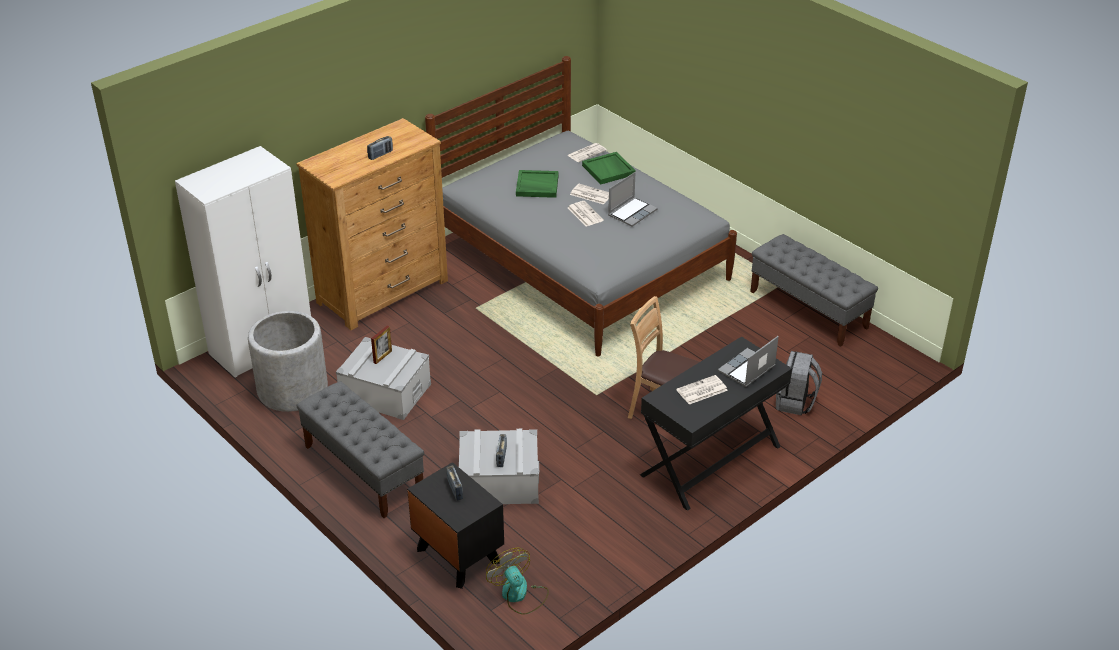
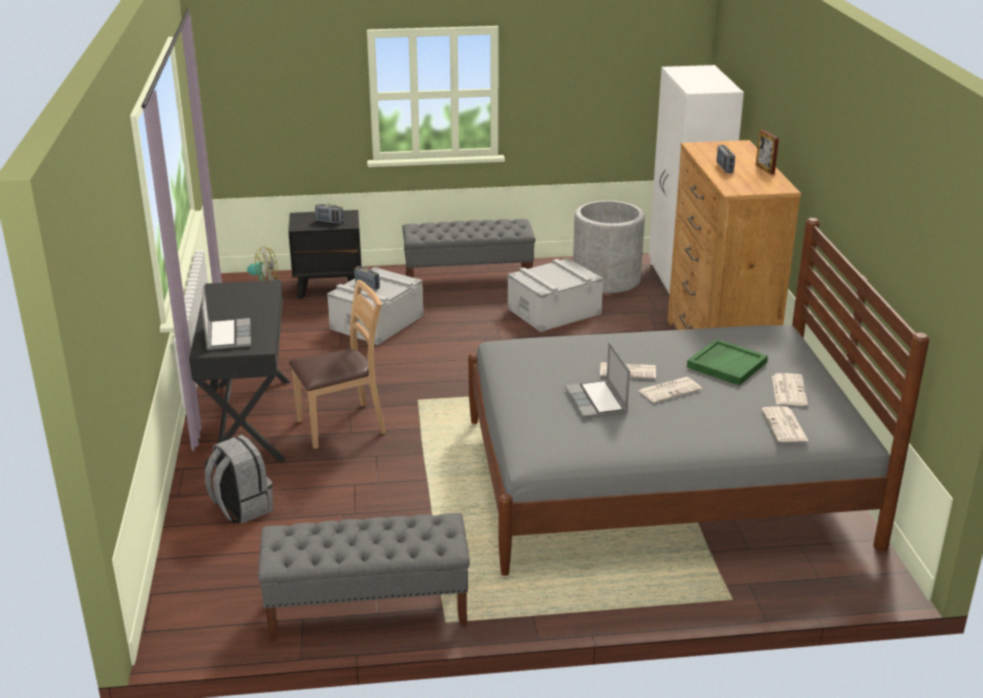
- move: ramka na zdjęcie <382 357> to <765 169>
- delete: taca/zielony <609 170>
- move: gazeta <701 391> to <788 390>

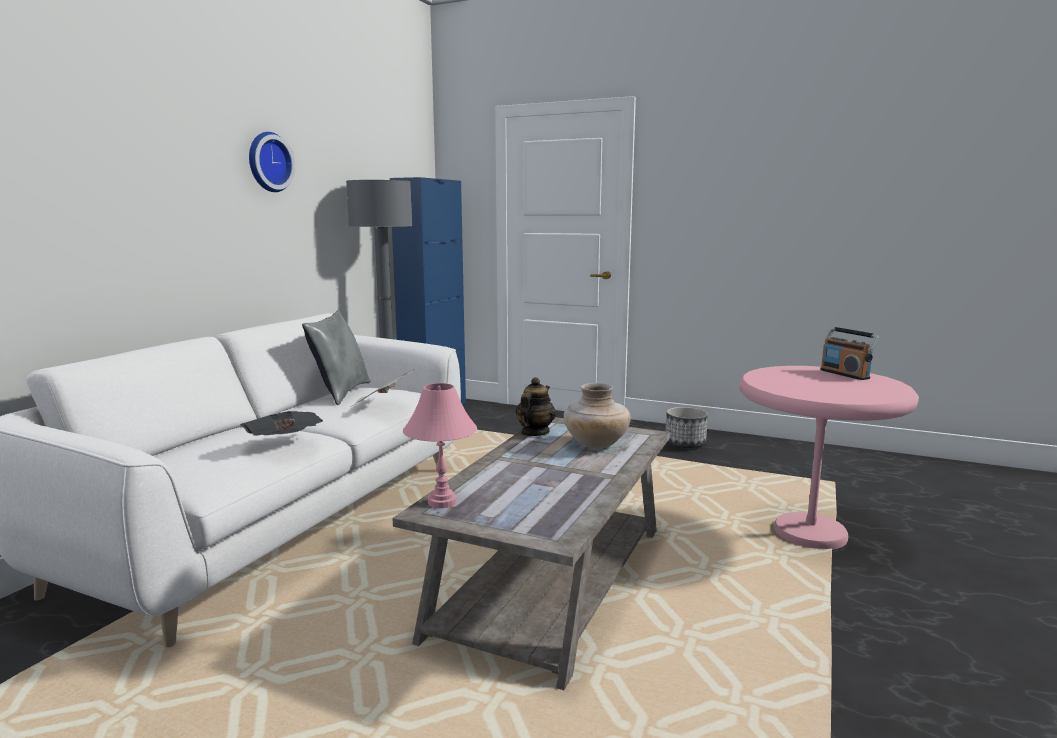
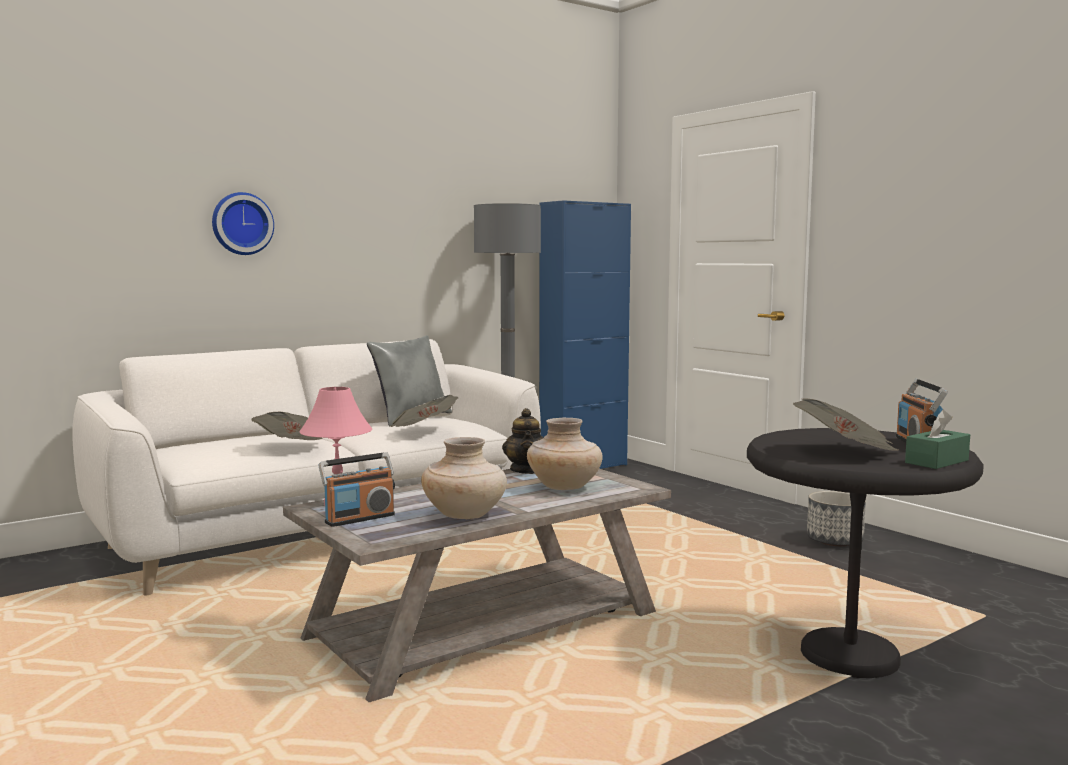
- move: zegar ścienny <268 162> to <241 224>
- rotate: imbryk <534 432> = <526 470> 120 degrees clockwise
- recolor: stolik/różowy <810 533> to stolik/czarny <849 656>
- insert: radio <359 518>
- insert: wazon/beżowy <465 515>
- insert: gazeta <846 453>
- insert: pudełko chusteczek/zielony <936 461>

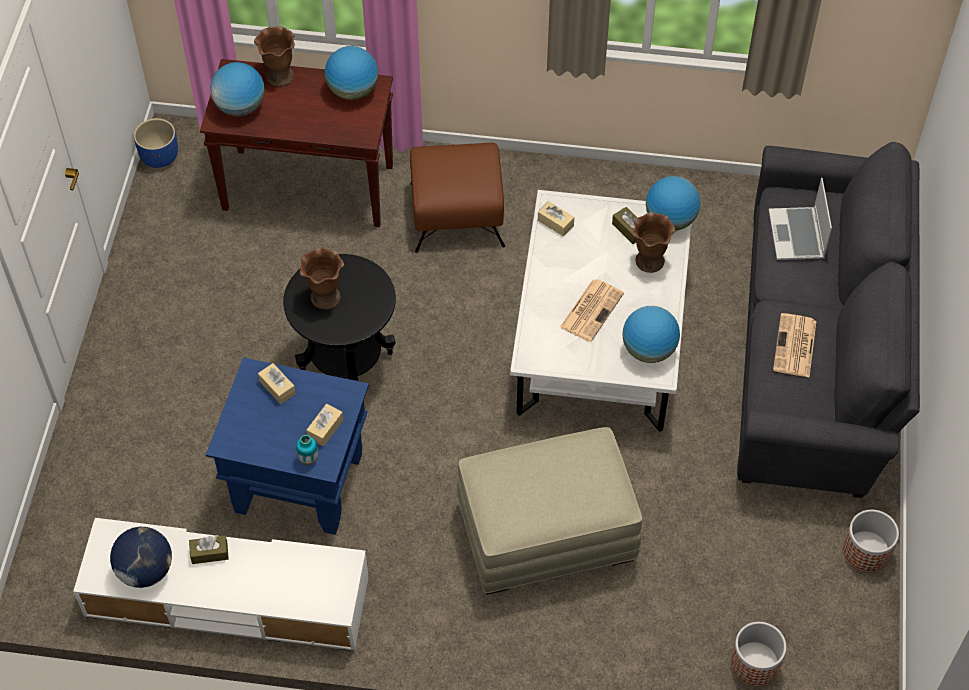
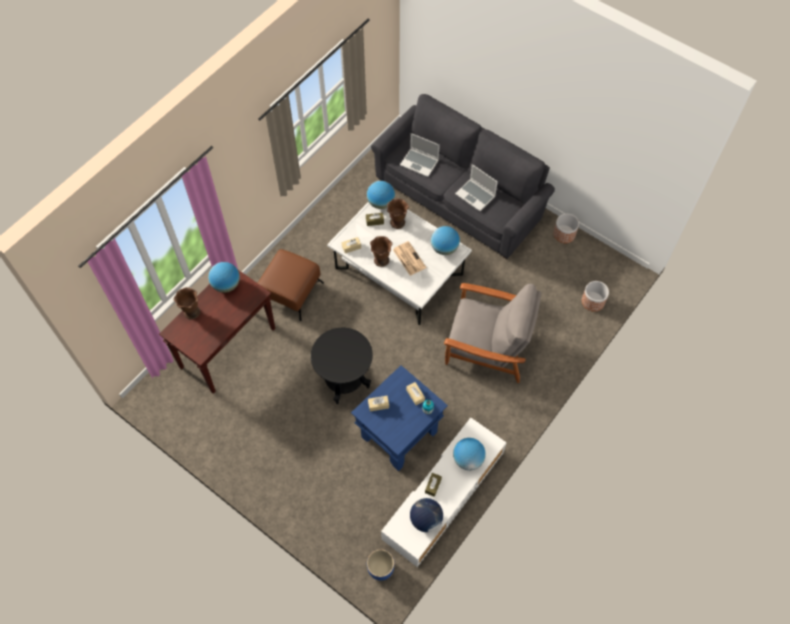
- move: donica/niebieski <159 157> to <380 568>
- move: globus <240 107> to <468 459>
- move: wazon/brązowy <325 297> to <381 260>
- replace: pufa/beżowy <546 534> to fotel/szary <487 345>
- replace: gazeta <795 347> to laptop <476 195>

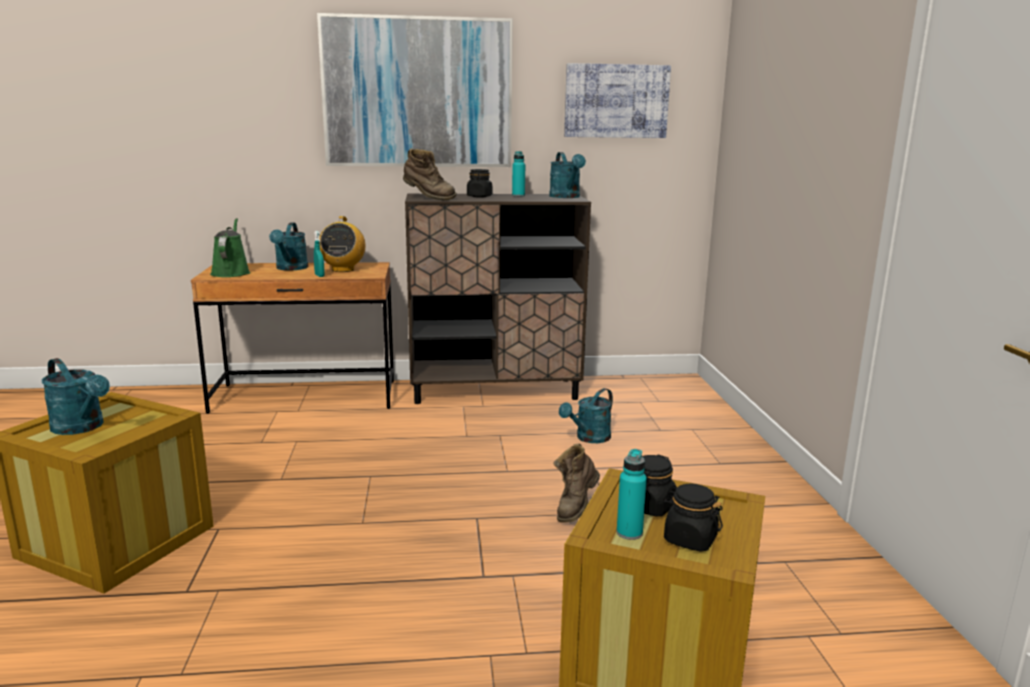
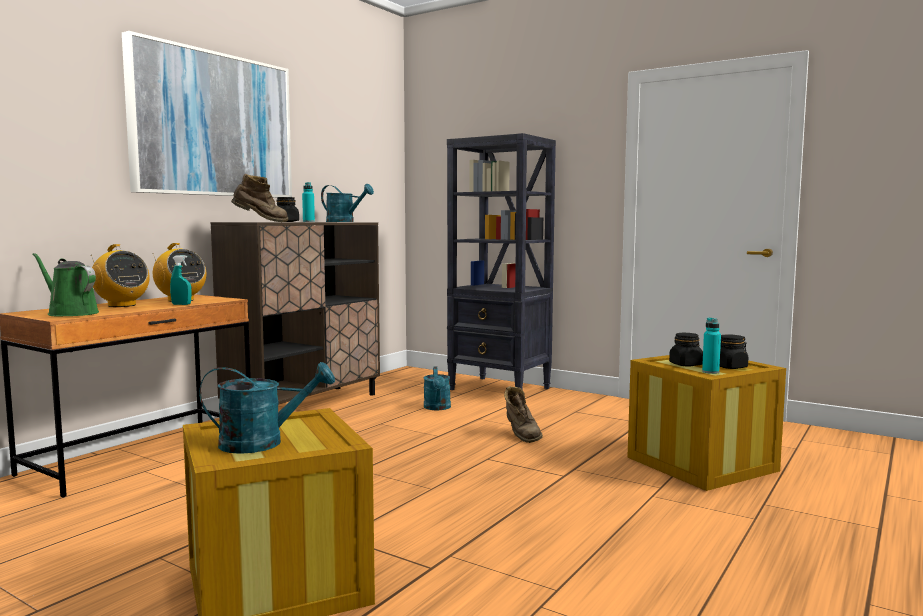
- replace: konewka/turkusowy <290 268> to radio <121 305>
- delete: obraz <616 101>
- insert: regał/czarny <500 389>

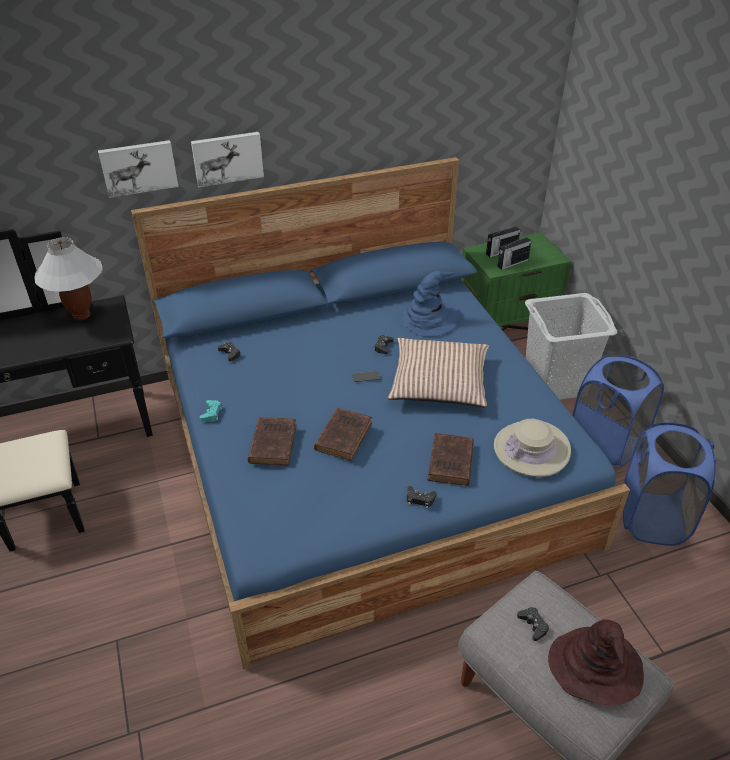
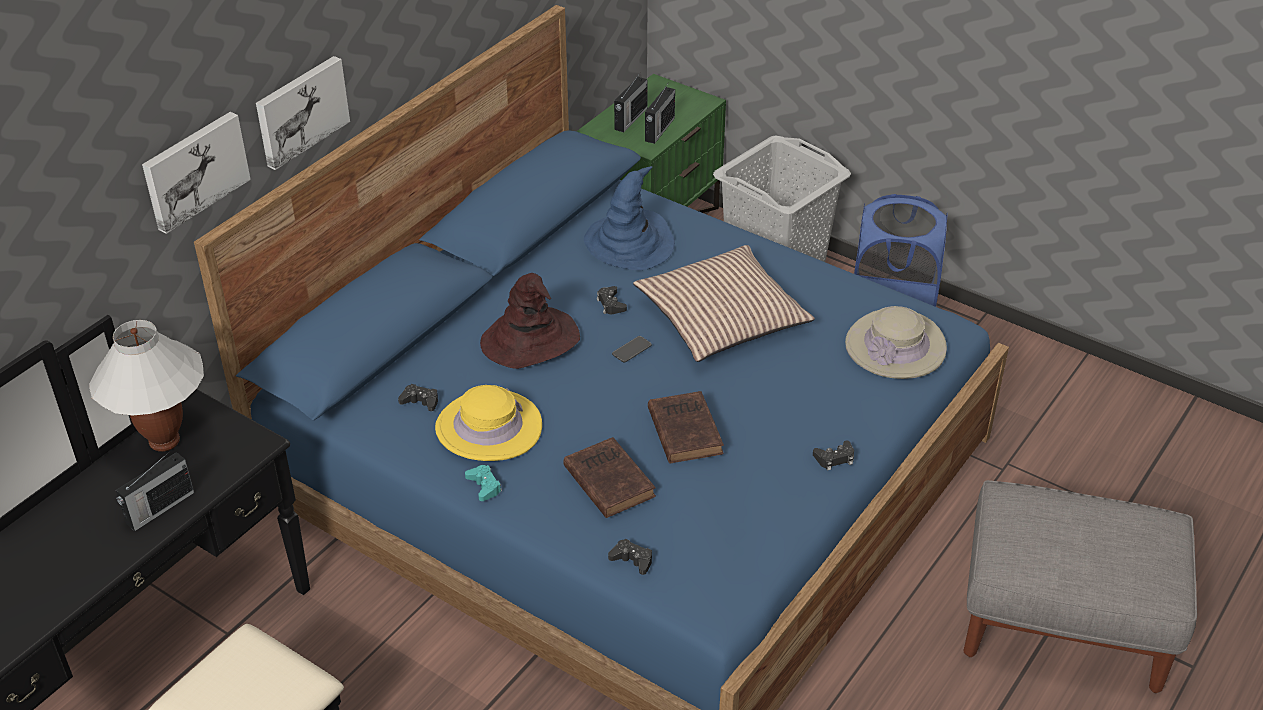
- delete: książka/brązowy <450 463>
- move: pad do gier/czarny <533 625> to <632 560>
- move: kapelusz/brązowy <595 667> to <530 340>
- delete: kosz na pranie/niebieski <652 518>
- insert: radio <159 508>
- insert: kapelusz/żółty <488 428>

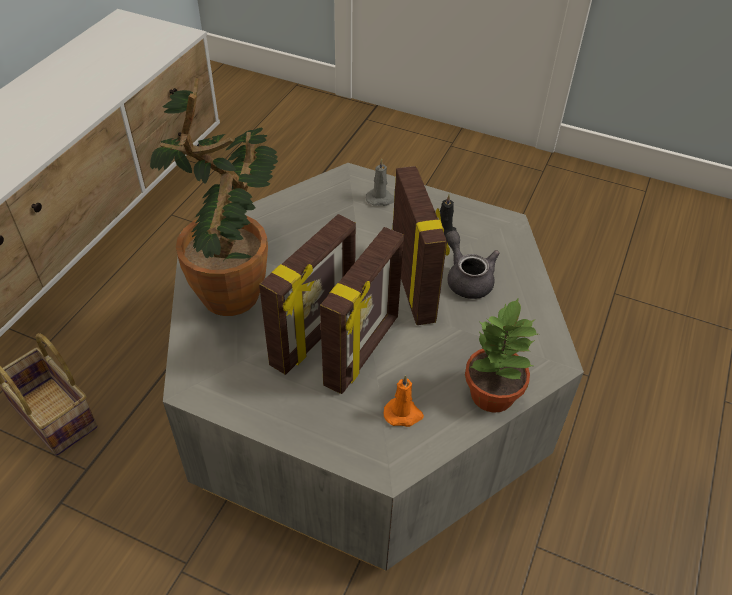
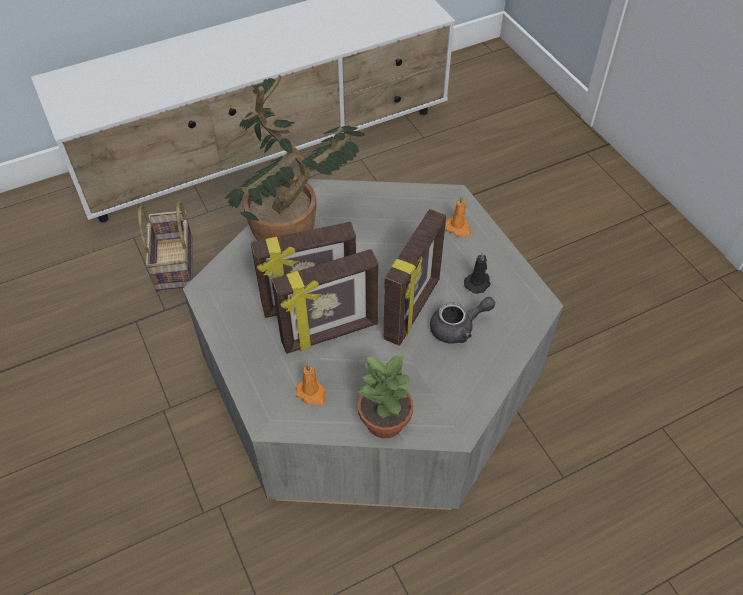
- recolor: świeca/szary <381 199> to świeca/pomarańczowy <458 228>
- rotate: imbryk/szary <467 278> = <458 328> 60 degrees clockwise

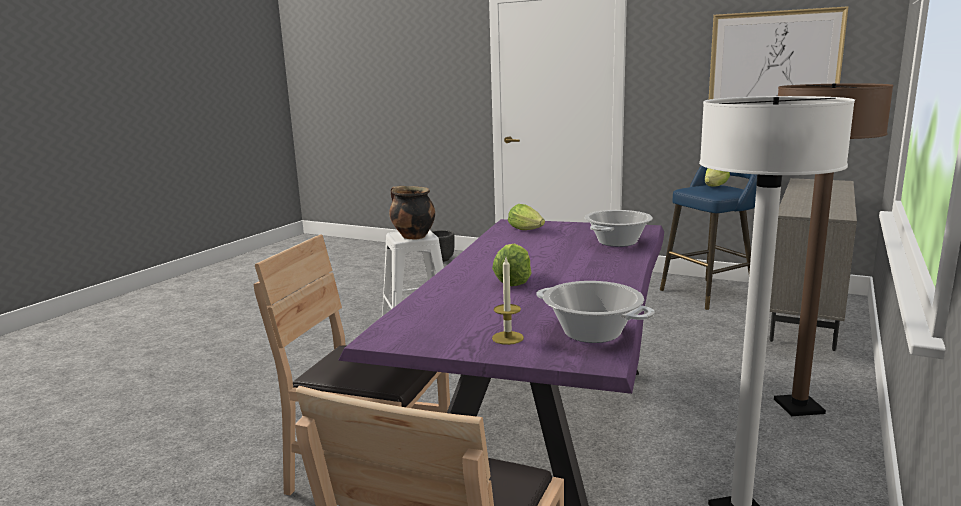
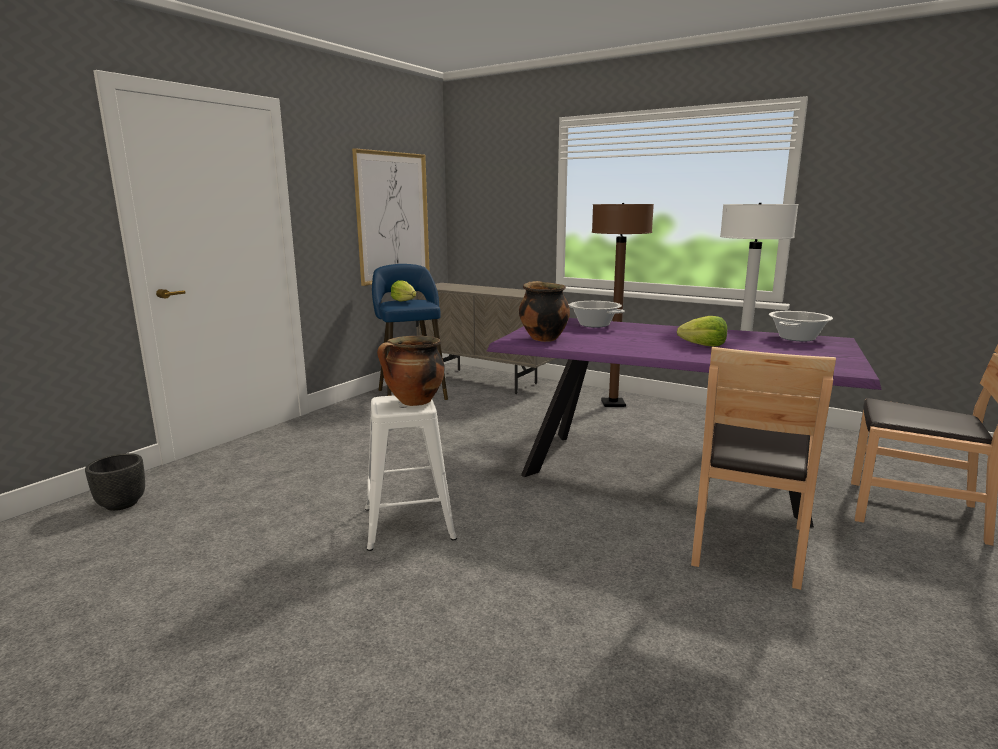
- delete: świeca <507 338>
- replace: sałata <527 229> to garnek <542 338>

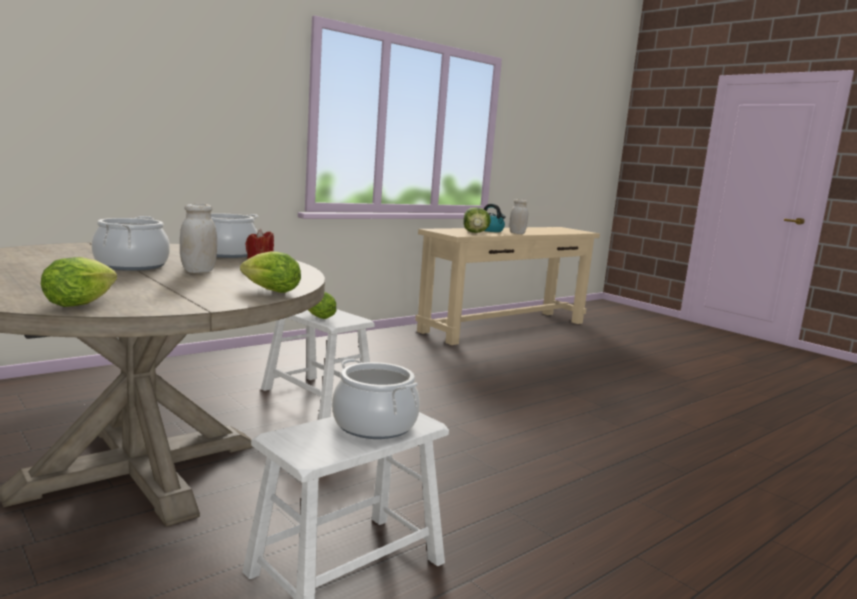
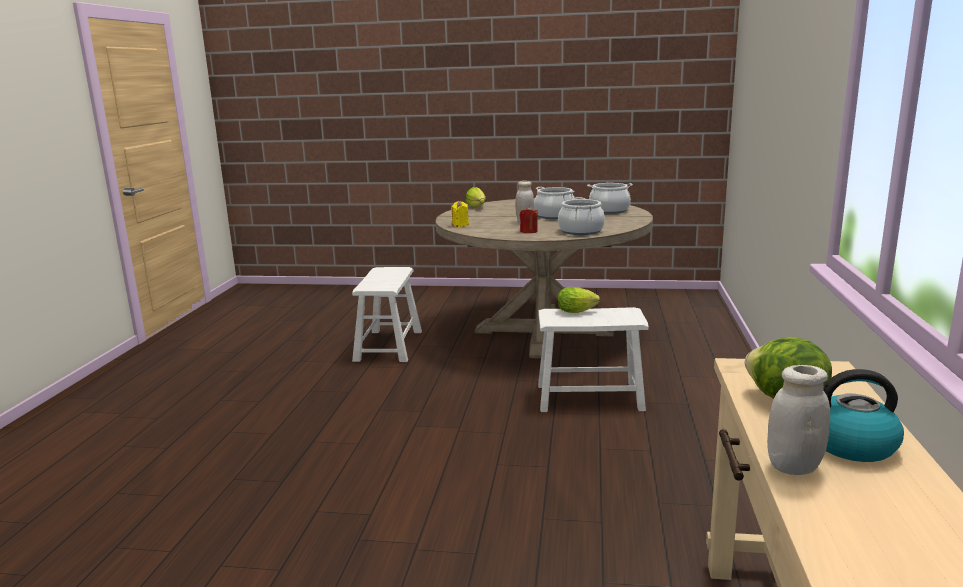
- replace: sałata <268 290> to świeca/żółty <460 225>
- move: garnek <374 425> to <609 210>

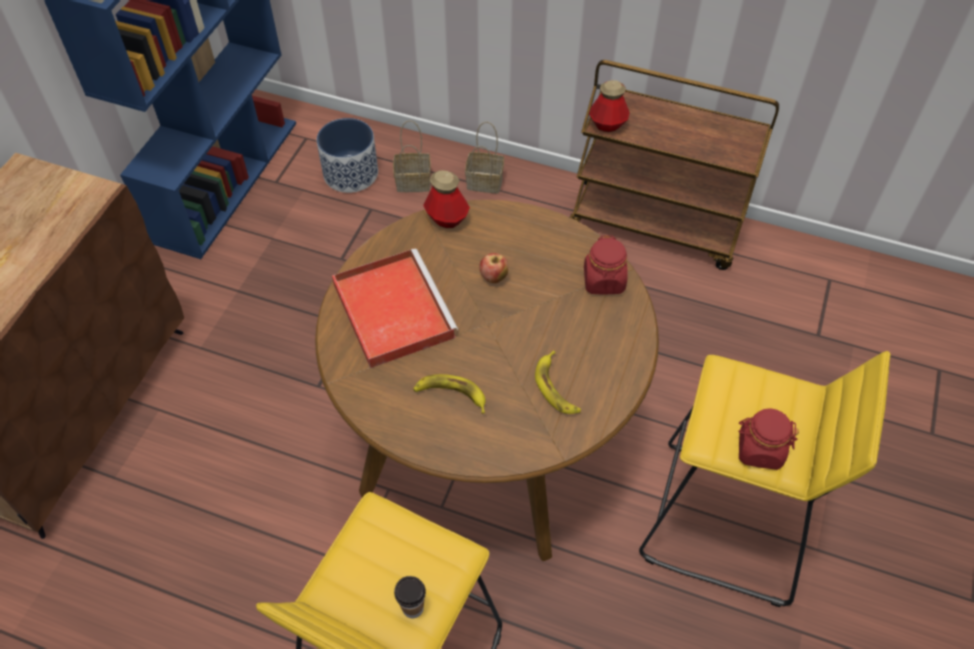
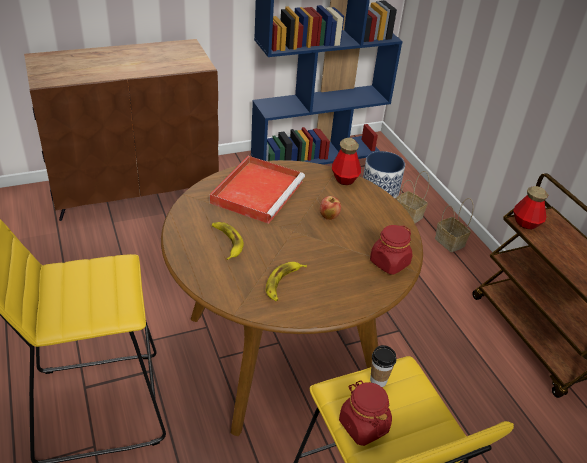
- move: filiżanka <413 608> to <378 380>

